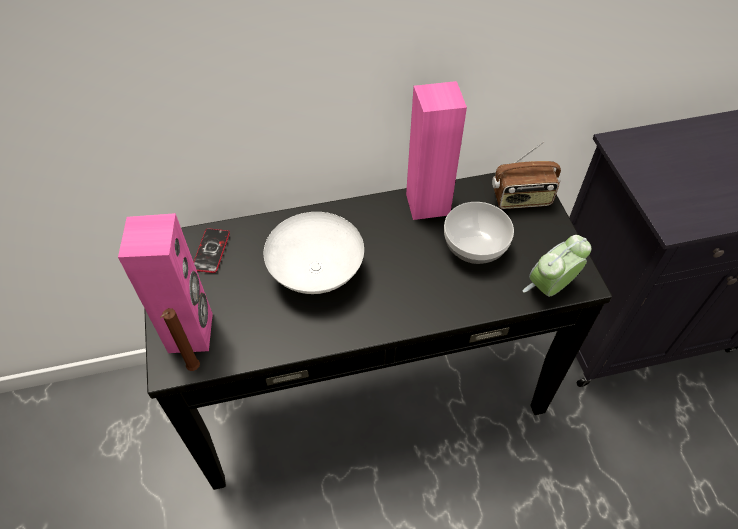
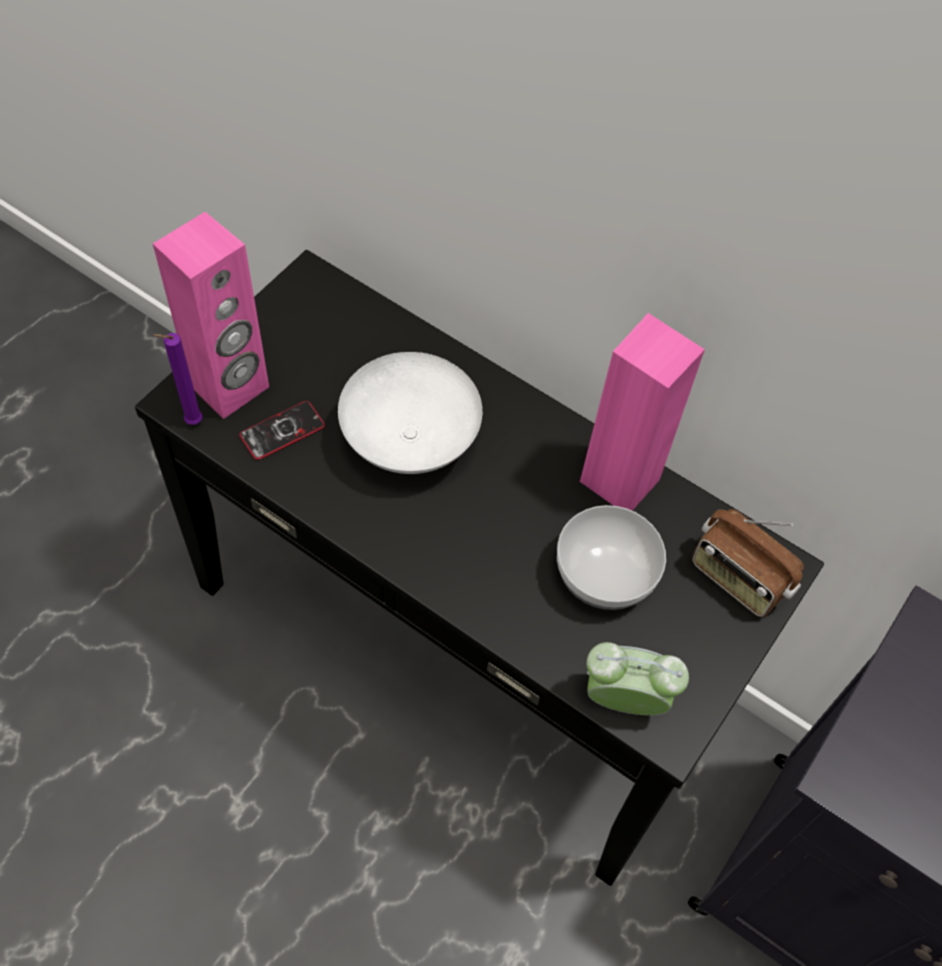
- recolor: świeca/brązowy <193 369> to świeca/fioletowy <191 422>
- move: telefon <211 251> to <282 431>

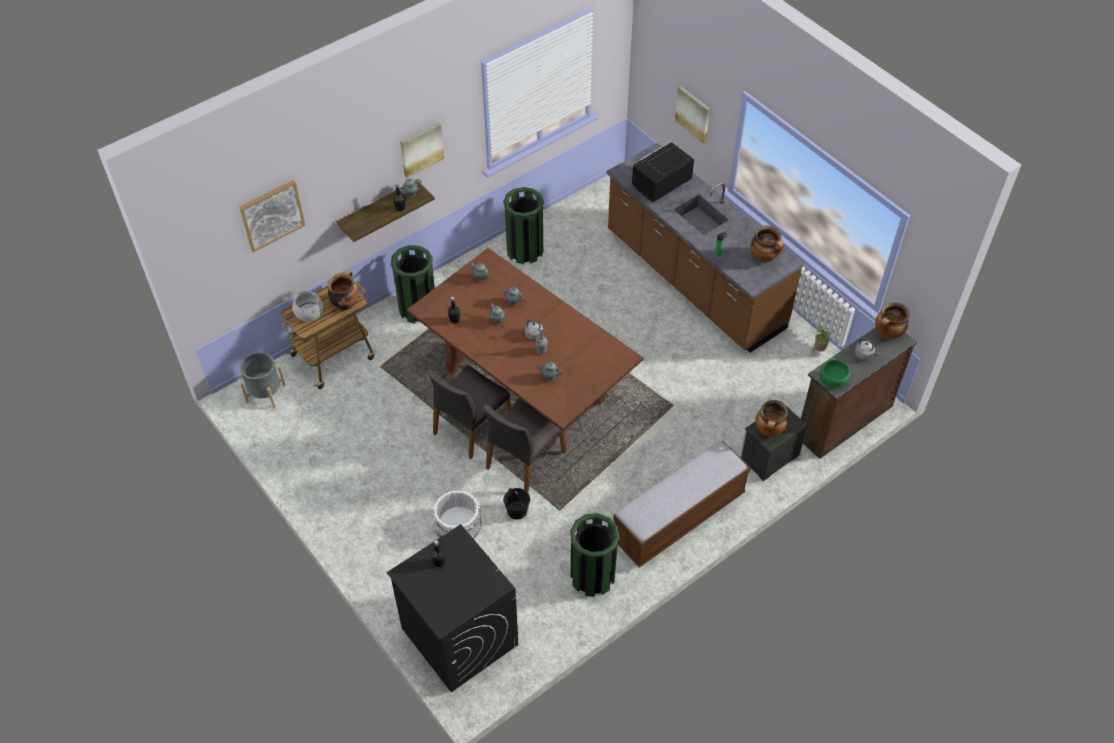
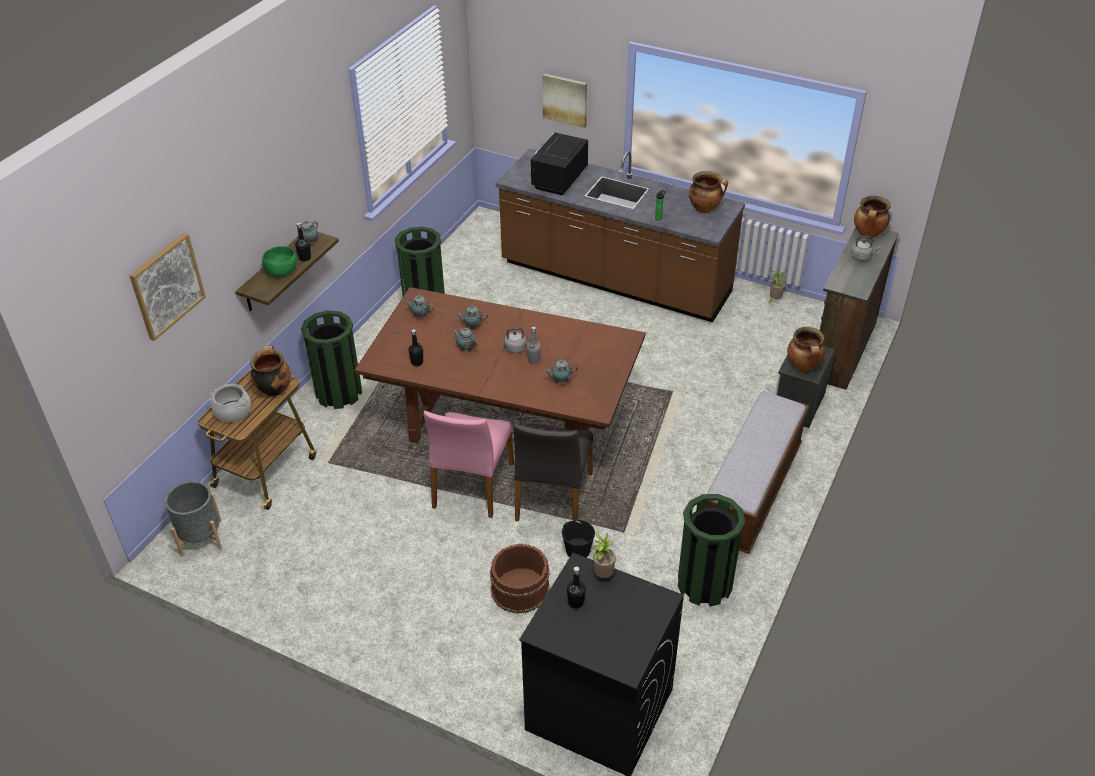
- delete: obraz <421 149>
- recolor: krzesło/szary <471 427> to krzesło/różowy <471 486>
- recolor: wiadro/biały <458 523> to wiadro/brązowy <519 589>
- move: miska/zielony <832 380> to <281 272>
- insert: roślina doniczkowa <602 574>

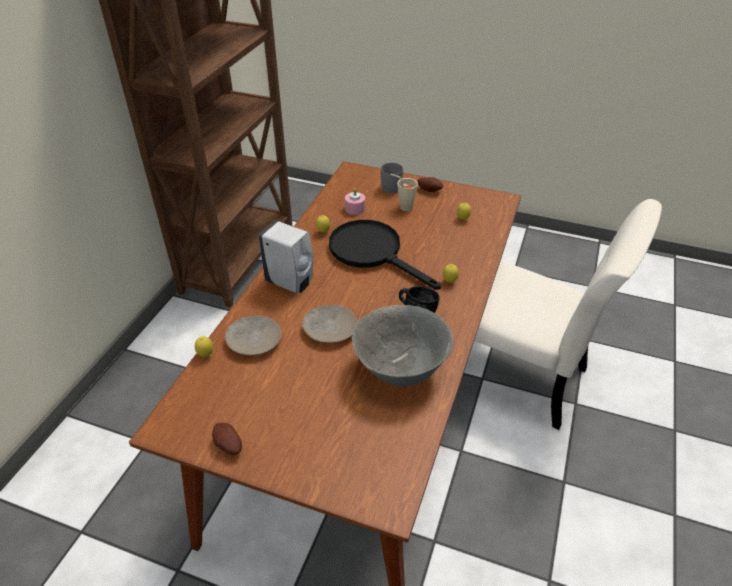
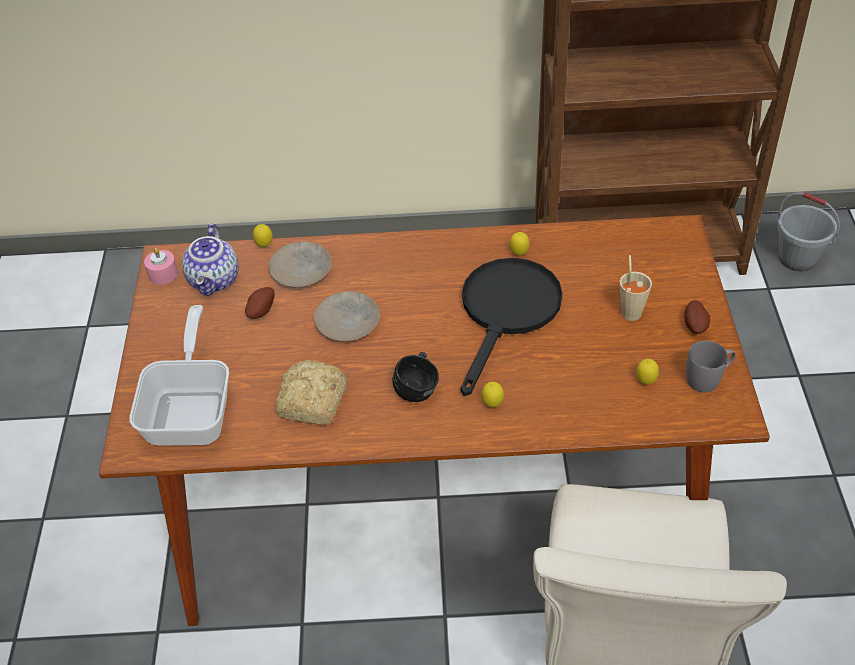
- move: ziemniak <228 446> to <260 310>
- delete: dozownik mydła/biały <291 283>
- move: świeca/różowy <355 209> to <163 274>
- replace: miska/szary <400 370> to chleb <311 403>
- move: kubek/szary <390 186> to <708 378>
- insert: patelnia <192 409>
- insert: imbryk <215 280>
- insert: wiadro/szary <798 258>

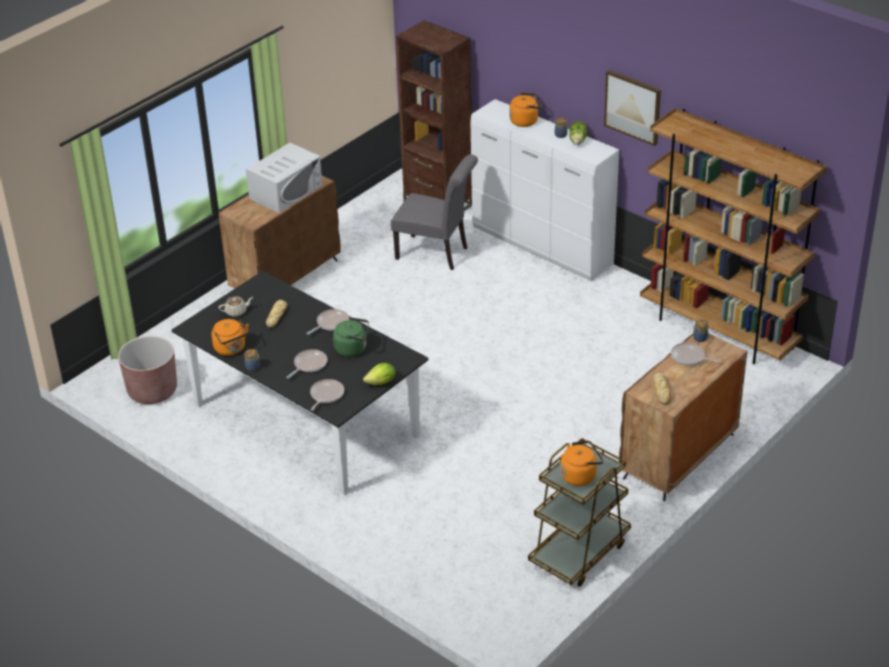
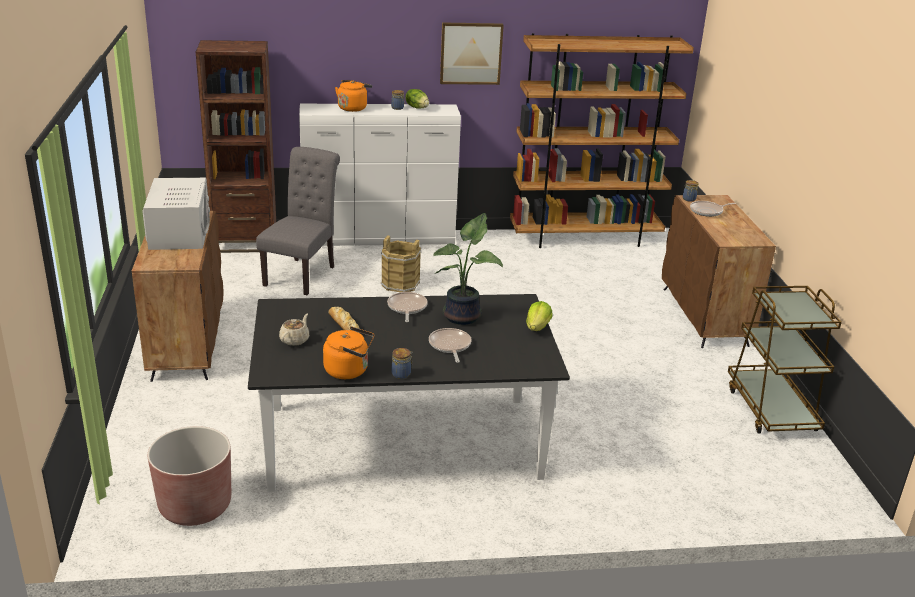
- delete: patelnia <326 395>
- replace: czajnik/zielony <353 349> to roślina doniczkowa <464 316>
- rotate: krzesło/szary <436 253> = <302 274> 45 degrees counterclockwise
- delete: czajnik/pomarańczowy <580 475>
- delete: chleb <661 391>
- insert: wiadro/brązowy <400 284>

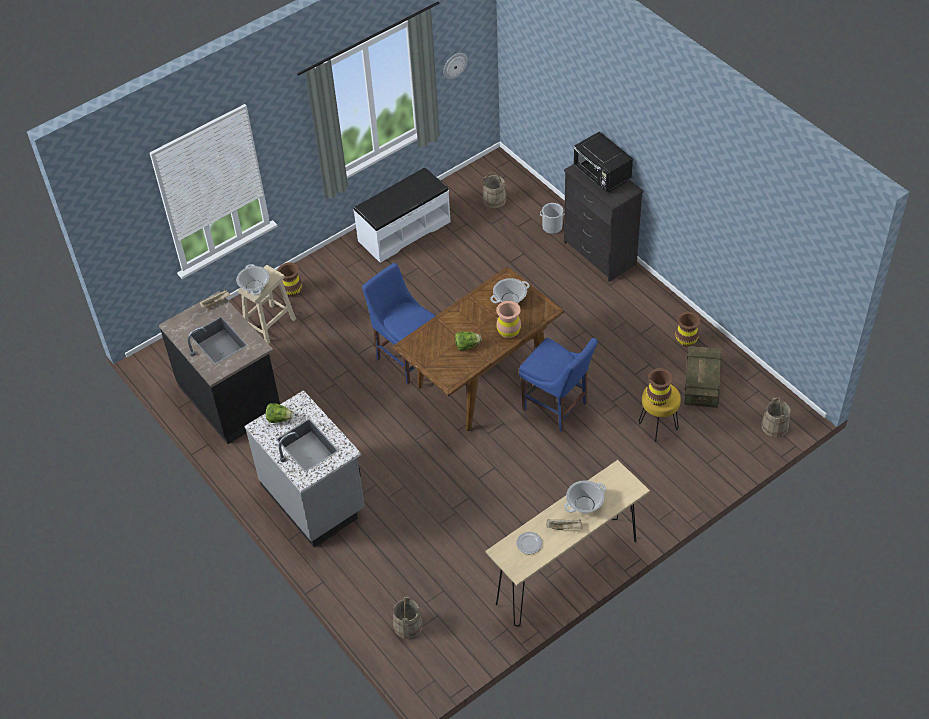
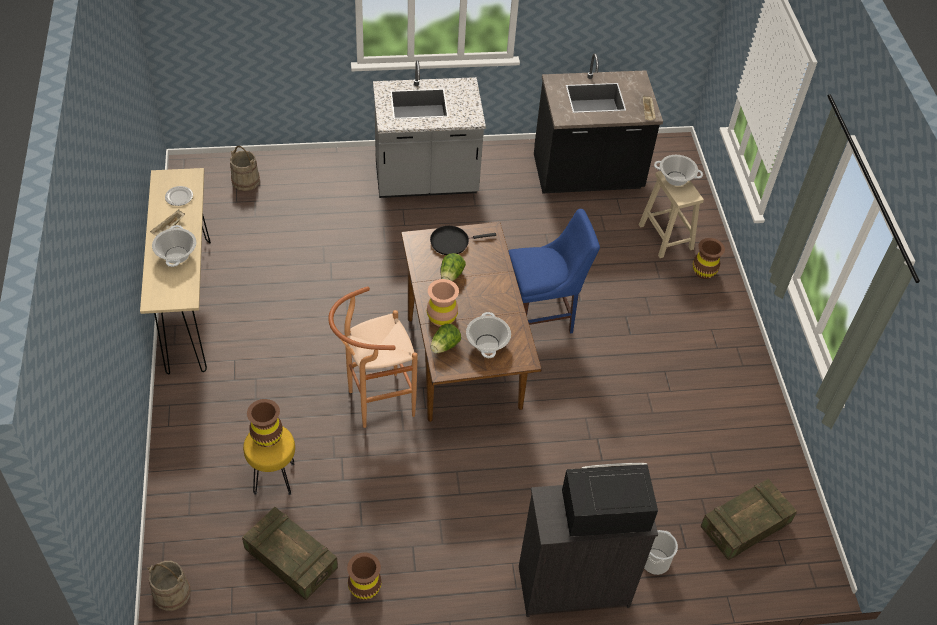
- move: sałata <279 419> to <444 346>
- delete: ławka/biały <404 231>
- delete: zegar ścienny <454 65>
- replace: wiadro/beżowy <494 200> to skrzynka <744 526>
- replace: krzesło/niebieski <557 408> to stołek/brązowy <374 403>
- insert: patelnia/czarny <452 242>

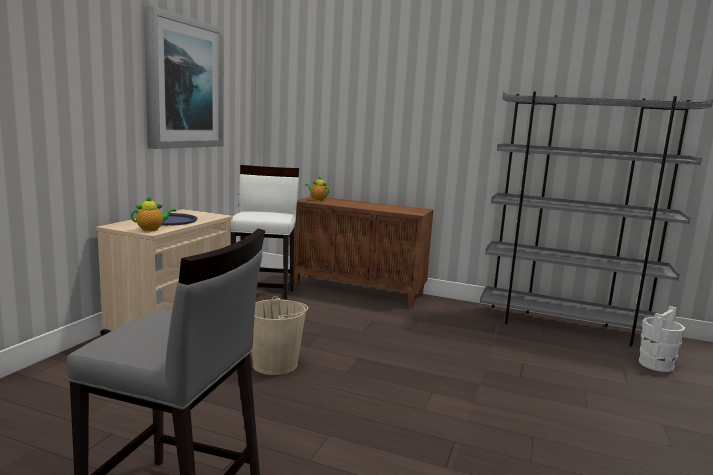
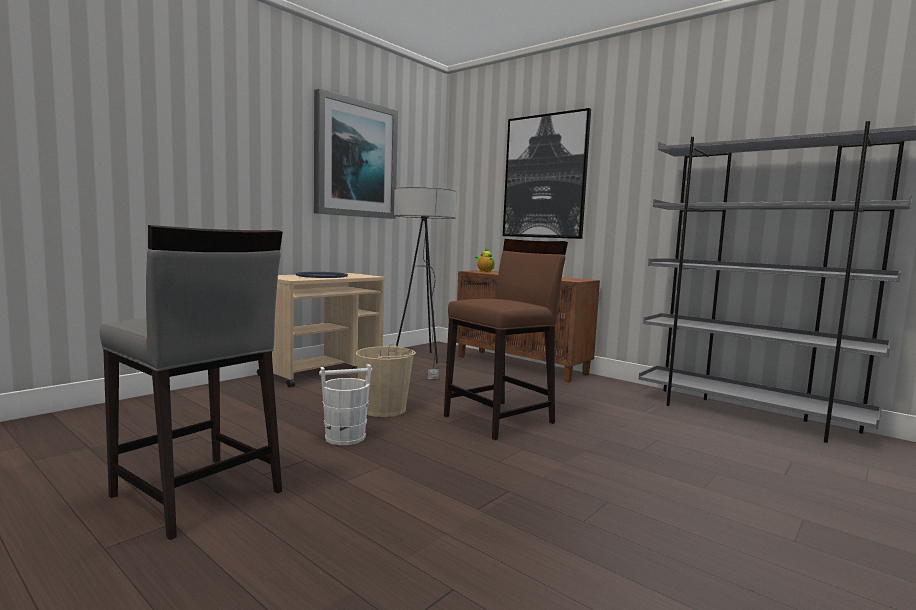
- delete: imbryk <152 230>
- replace: stołek/biały <263 297> to lampa stojąca <421 363>
- move: wiadro/biały <656 364> to <345 437>
- insert: stołek/brązowy <500 419>
- insert: obraz <545 176>

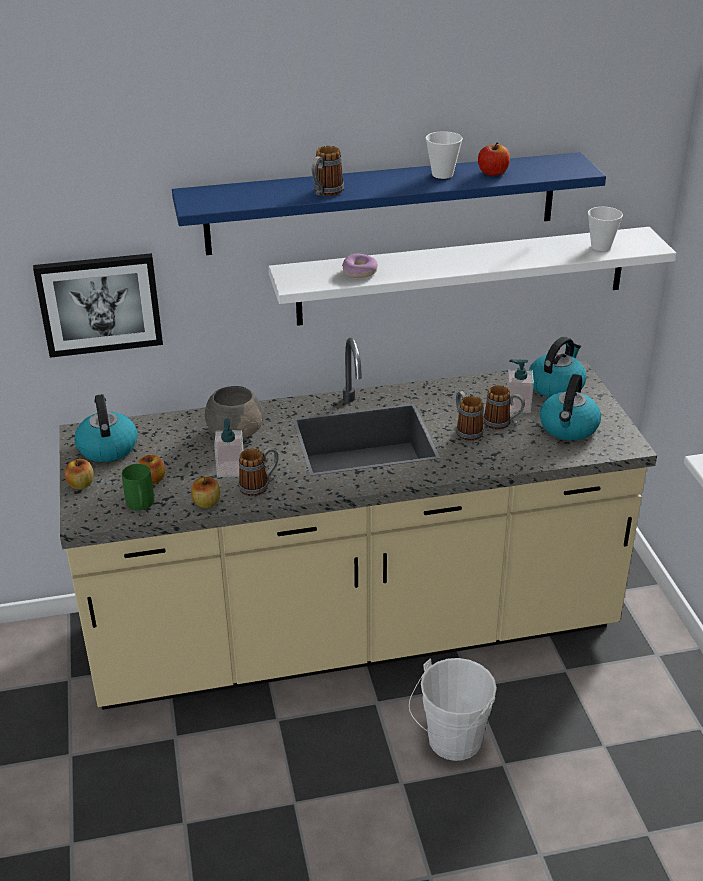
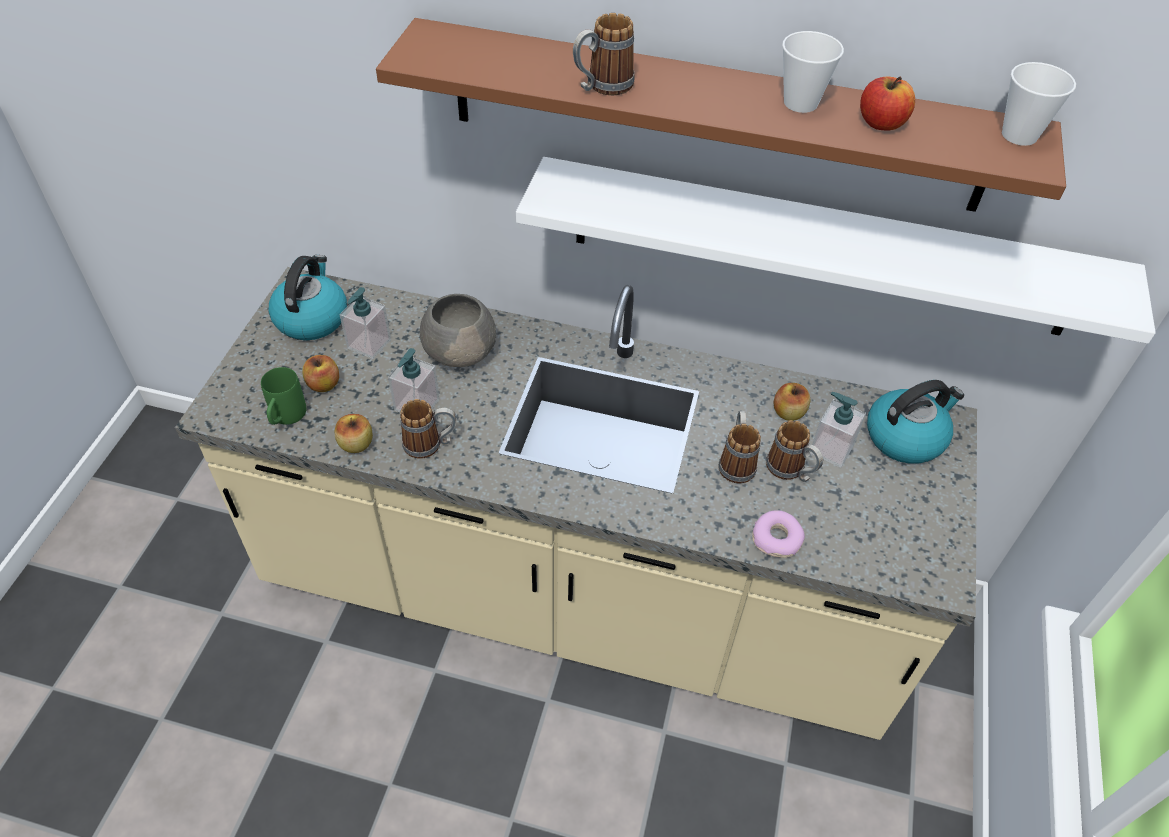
- delete: obraz <100 304>
- move: jabłko <81 484> to <788 412>
- recolor: półka/niebieski <382 203> to półka/brązowy <714 116>
- move: donut <360 272> to <777 539>
- delete: wiadro/biały <451 743>
- delete: czajnik <568 428>
- move: filiżanka <601 246> to <1019 135>
- insert: dozownik mydła <369 344>

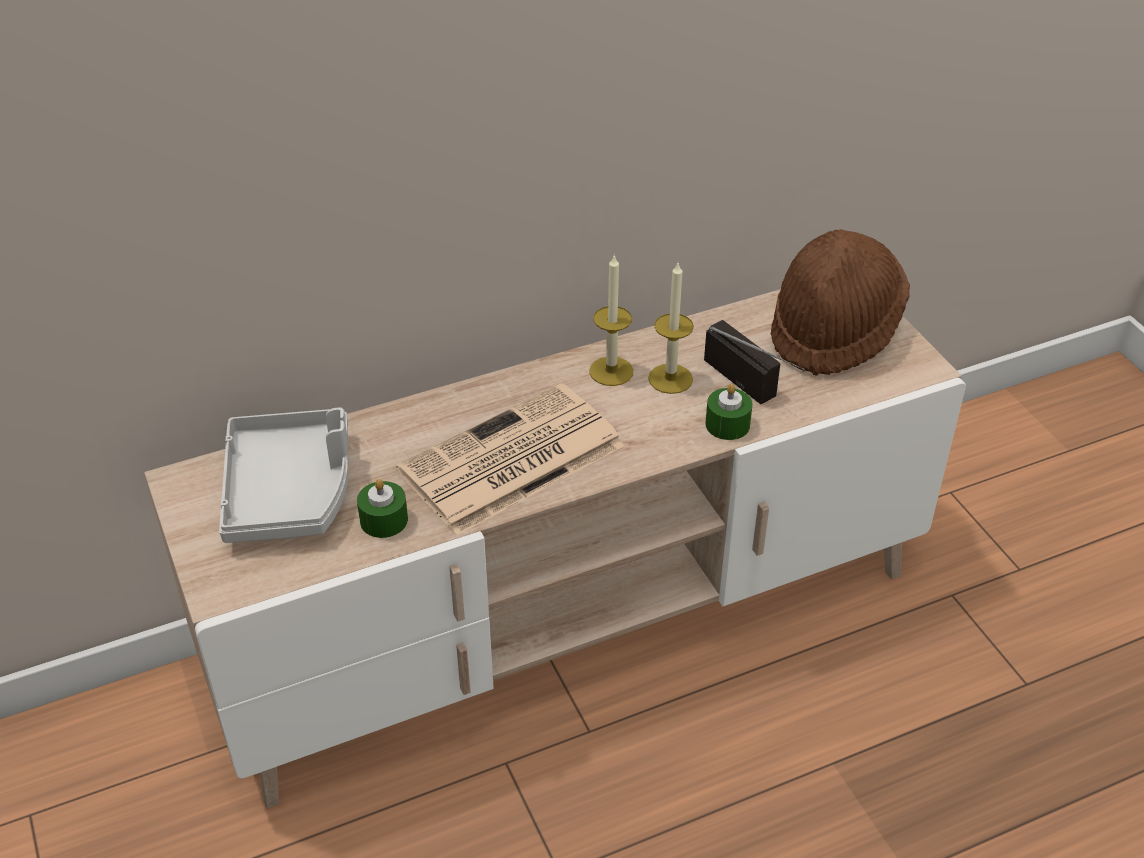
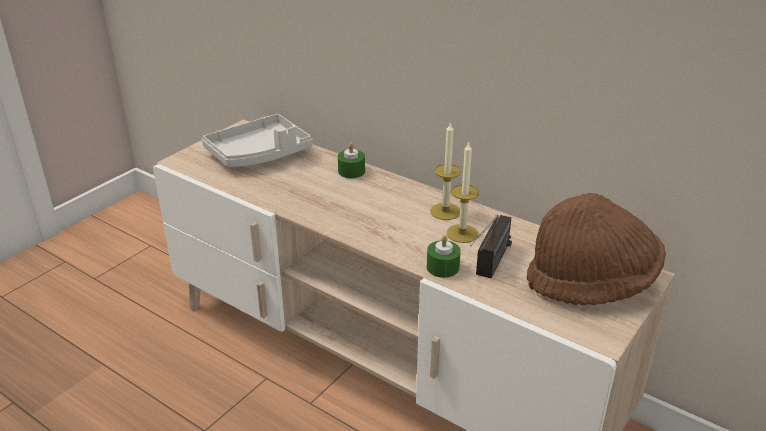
- move: świeca/zielony <384 520> to <351 171>
- delete: gazeta <509 461>

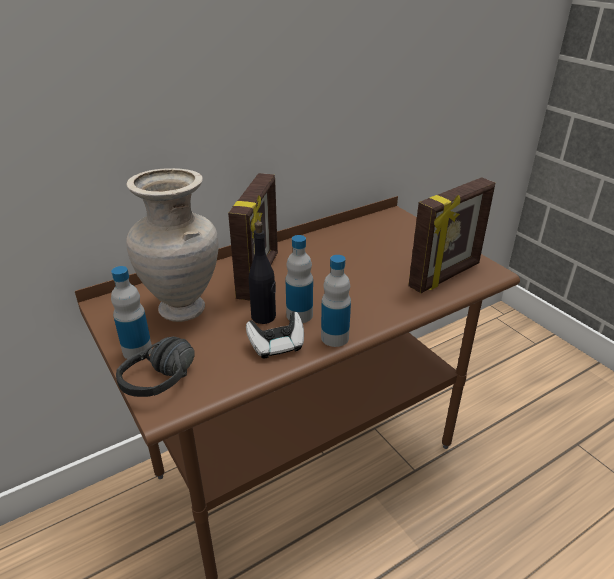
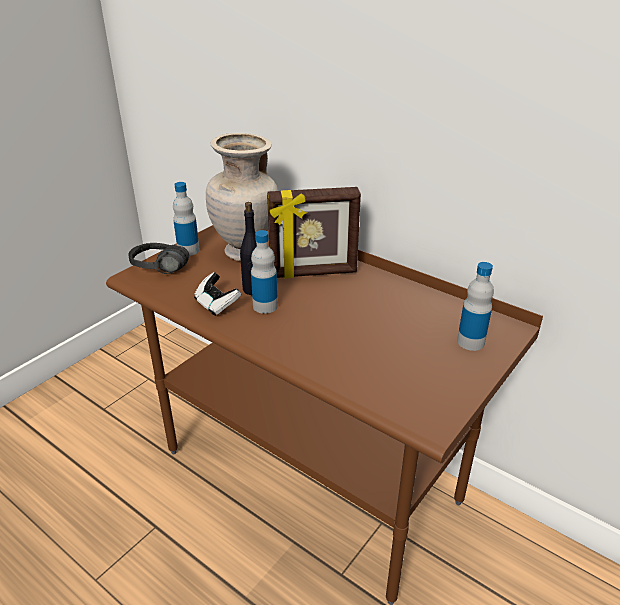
- move: butelka <334 337> to <470 342>
- delete: ramka na zdjęcie <445 276>

